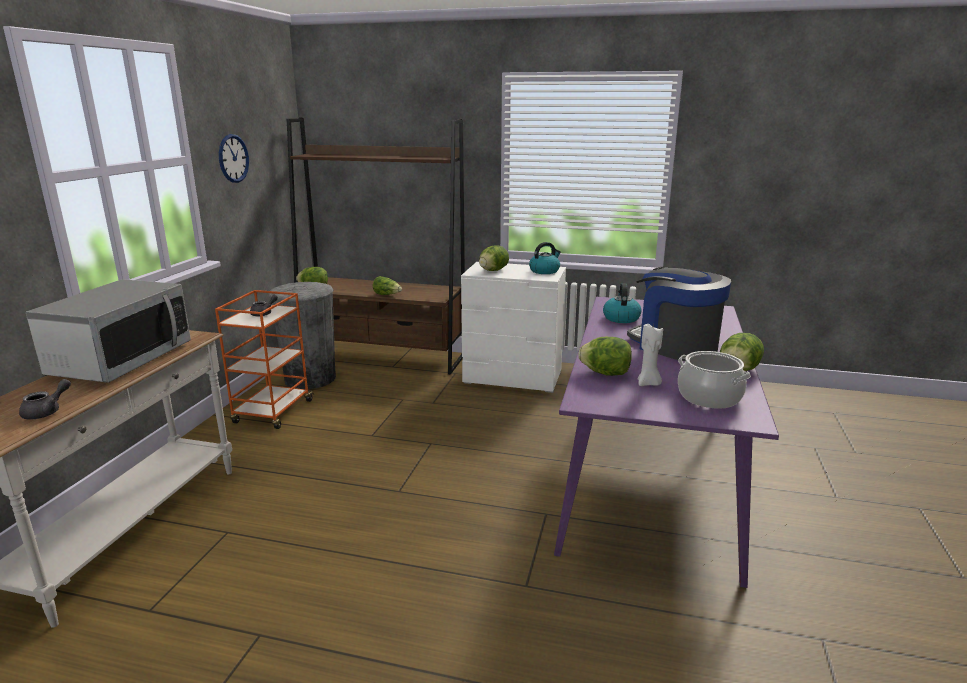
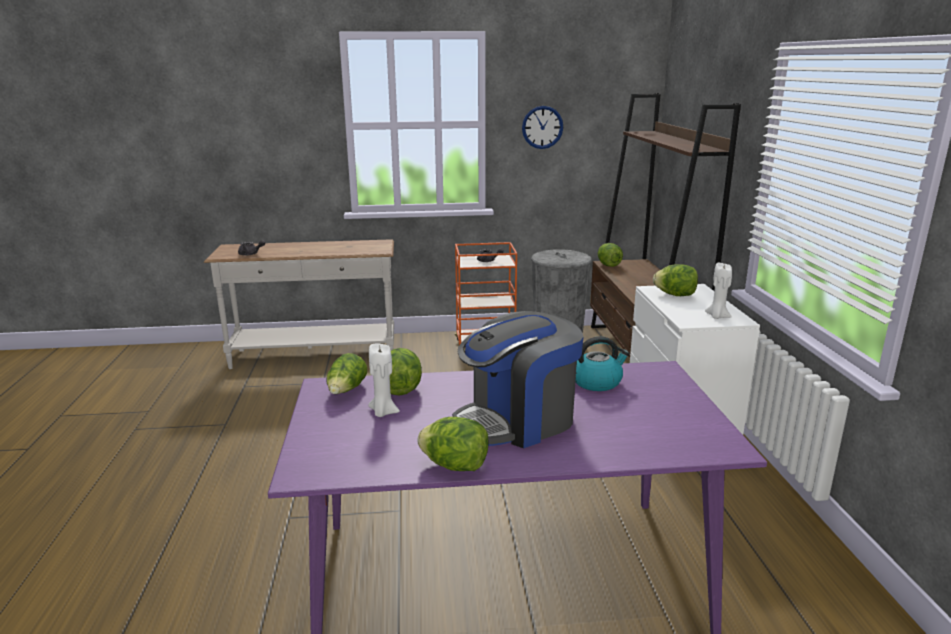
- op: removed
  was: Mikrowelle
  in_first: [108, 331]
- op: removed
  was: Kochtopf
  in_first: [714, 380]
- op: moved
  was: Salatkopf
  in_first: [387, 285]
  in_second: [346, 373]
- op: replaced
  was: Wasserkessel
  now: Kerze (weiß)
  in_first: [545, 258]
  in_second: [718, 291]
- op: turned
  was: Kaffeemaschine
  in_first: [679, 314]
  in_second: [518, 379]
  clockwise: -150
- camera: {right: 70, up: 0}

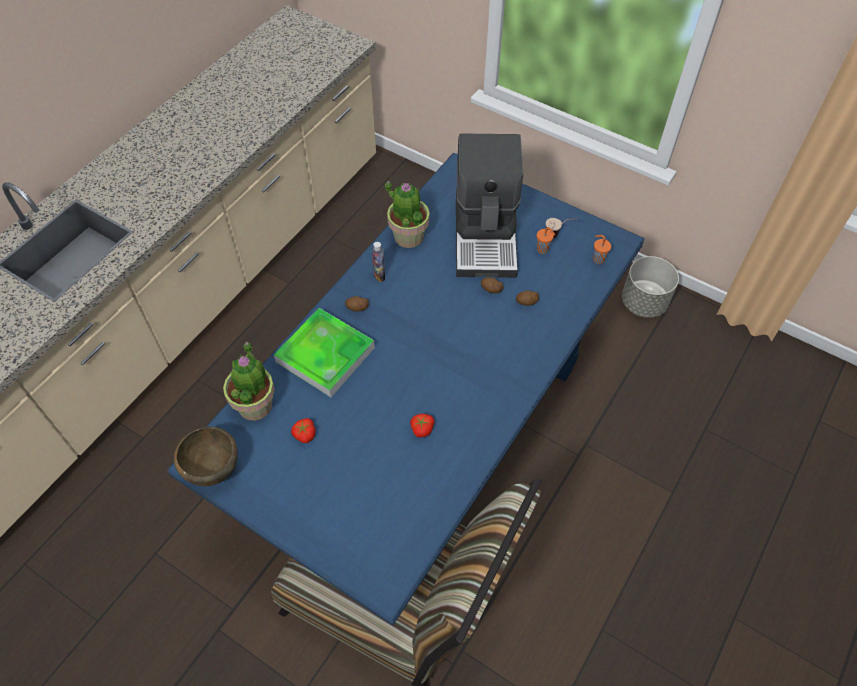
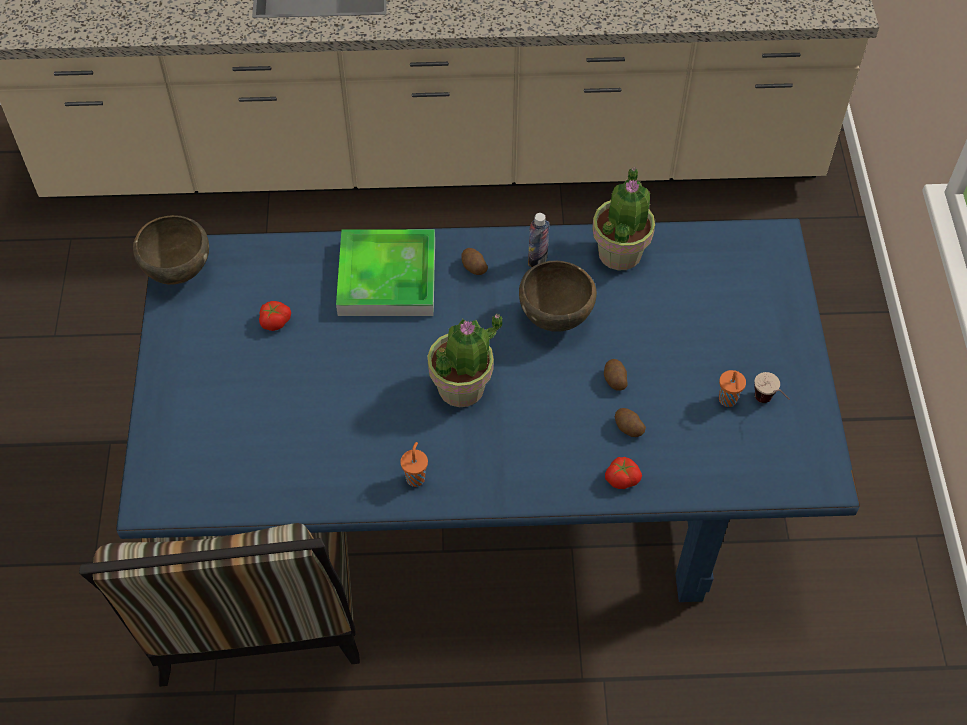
- op: removed
  was: Kaffeemaschine
  in_first: [489, 206]
- op: removed
  was: Pflanzkübel (grau)
  in_first: [650, 287]
- op: added
  now: Schüssel (braun)
  in_second: [558, 296]
- op: moved
  was: Topfpflanze
  in_first: [249, 381]
  in_second: [465, 360]
- op: moved
  was: Tomate
  in_first: [422, 425]
  in_second: [623, 473]
- op: moved
  was: Tasse (orange)
  in_first: [602, 249]
  in_second: [414, 464]
- camera: {right: 55, up: 0}

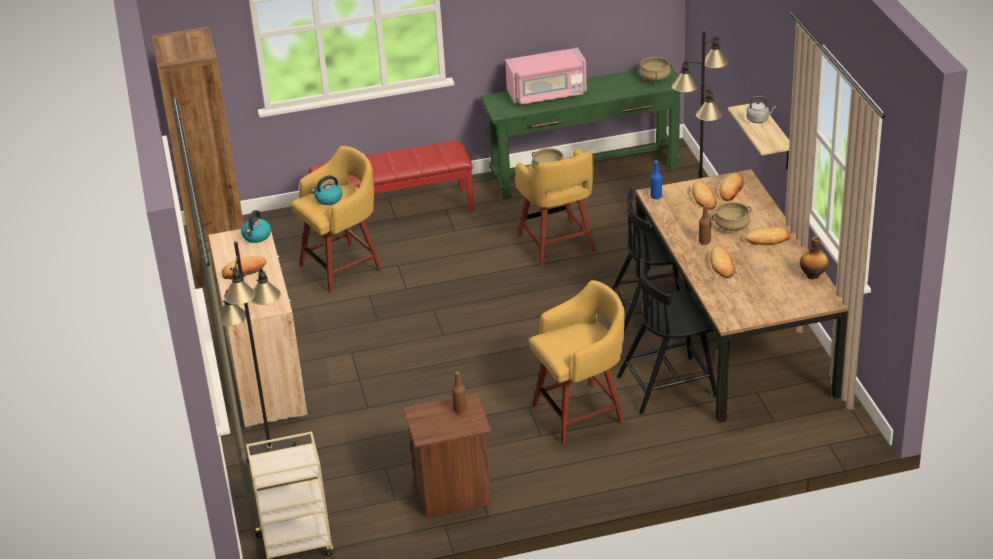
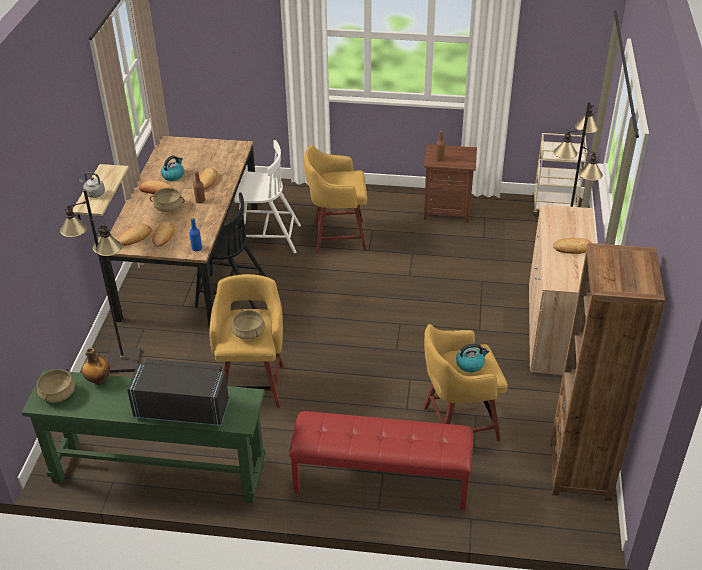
- op: moved
  was: Wasserkessel
  in_first: [256, 226]
  in_second: [172, 168]
- op: moved
  was: Flasche
  in_first: [814, 258]
  in_second: [96, 366]
- op: recoloured
  was: Mikrowelle (rosa)
  now: Mikrowelle (schwarz)
  in_first: [546, 76]
  in_second: [178, 392]
- op: recoloured
  was: Stuhl (schwarz)
  now: Stuhl (weiß)
  in_first: [667, 336]
  in_second: [267, 196]
- camera: {right: -160, up: 5}

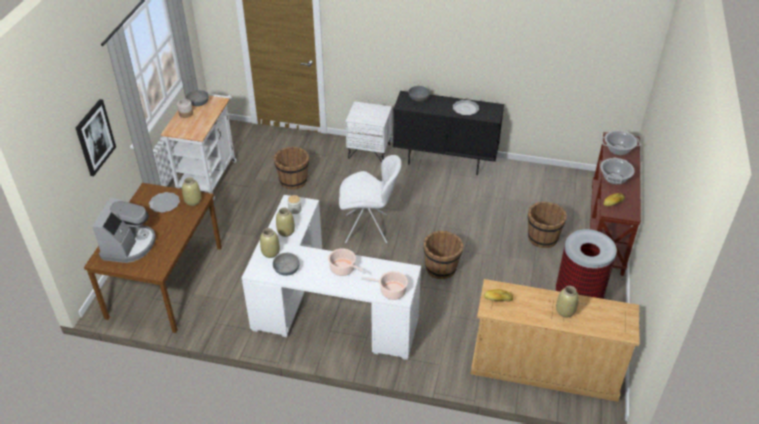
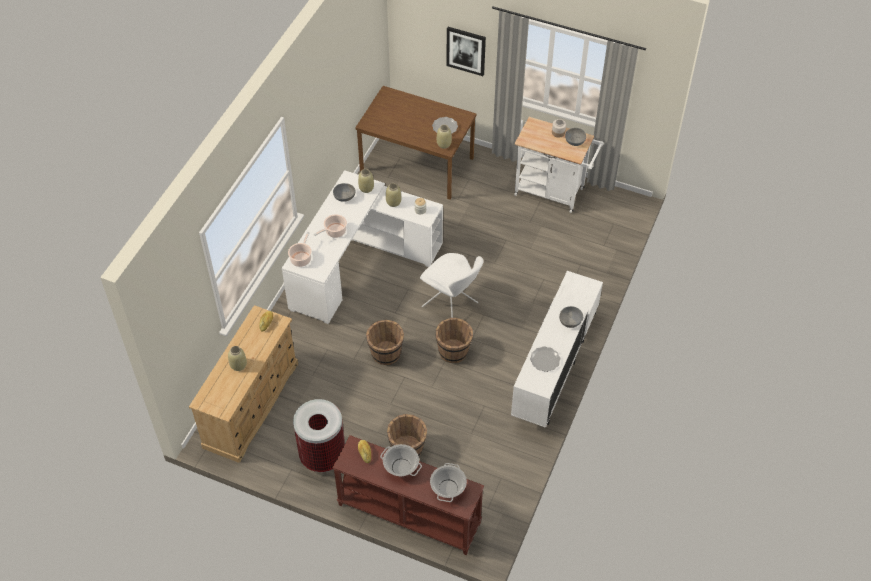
- op: removed
  was: Kaffeemaschine
  in_first: [124, 230]
- op: moved
  was: Eimer (braun)
  in_first: [291, 168]
  in_second: [454, 340]
- op: recoloured
  was: Schrank (schwarz)
  now: Schrank (weiß)
  in_first: [448, 133]
  in_second: [550, 362]
- op: turned
  was: Stuhl (weiß)
  in_first: [370, 199]
  in_second: [452, 285]
  clockwise: -60
- camera: {right: 100, up: 10}

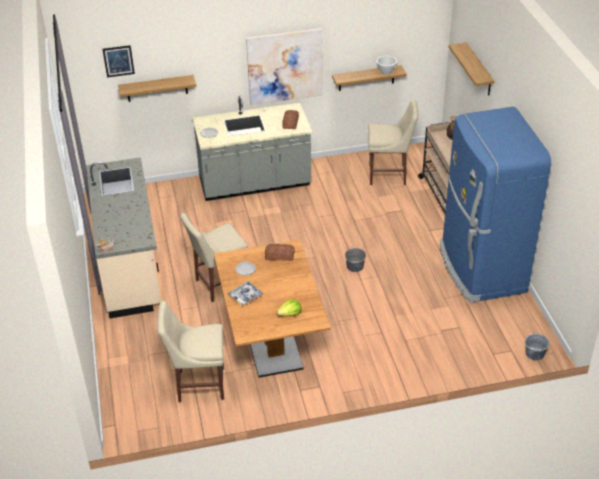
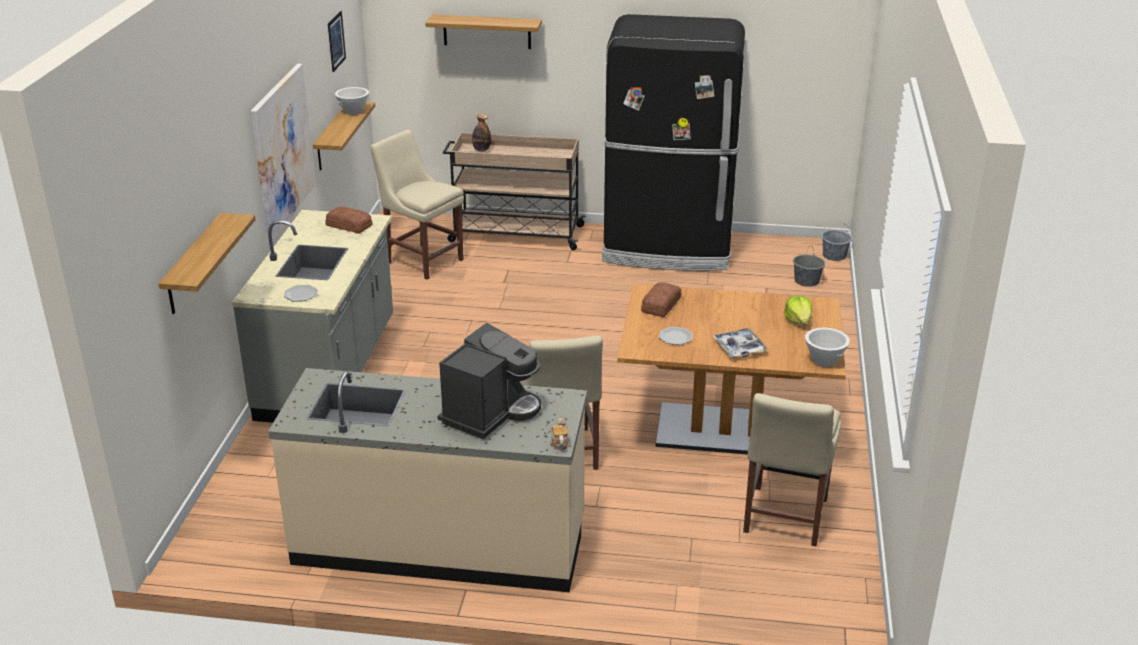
- op: added
  now: Kaffeemaschine
  in_second: [489, 381]
- op: added
  now: Schüssel (weiß)
  in_second: [827, 347]
- op: moved
  was: Bild
  in_first: [118, 61]
  in_second: [337, 41]
- op: moved
  was: Eimer (grau)
  in_first: [355, 259]
  in_second: [809, 266]
- op: recoloured
  was: Kühlschrank (blau)
  now: Kühlschrank (schwarz)
  in_first: [495, 205]
  in_second: [673, 142]
- op: turned
  was: Stuhl (beige)
  in_first: [393, 142]
  in_second: [417, 205]
  clockwise: -75
- camera: {right: -70, up: -10}

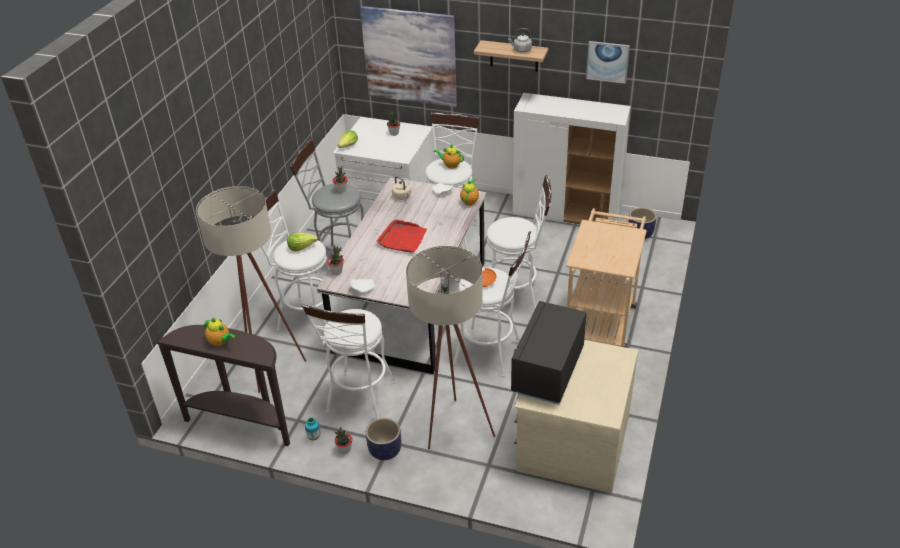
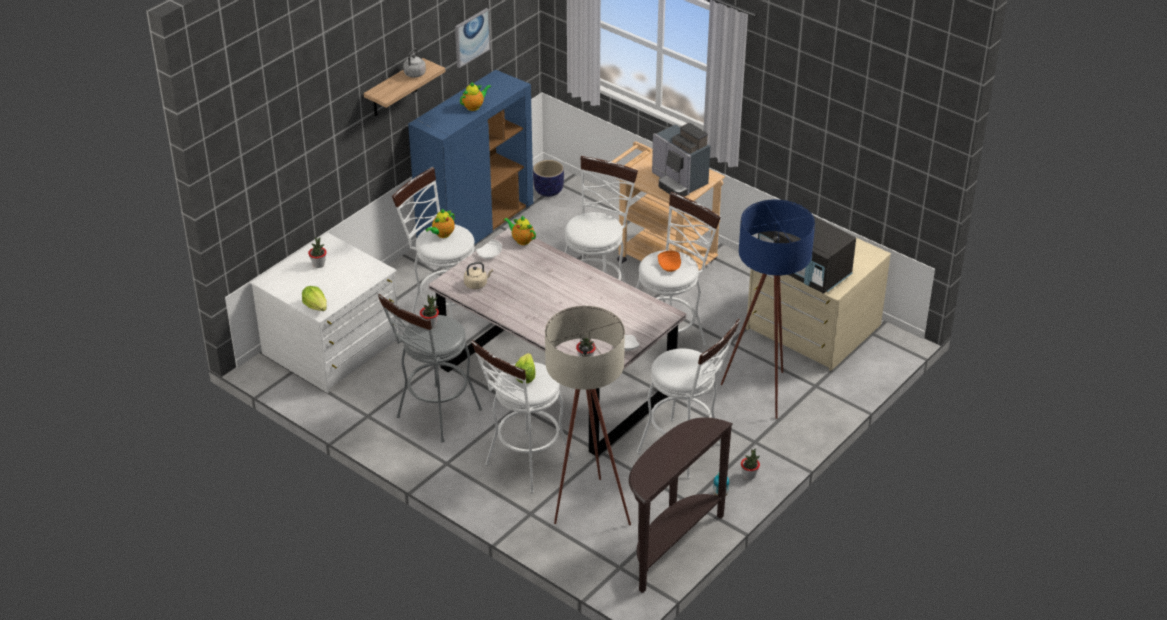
- op: removed
  was: Bild
  in_first: [408, 56]
- op: removed
  was: Pflanzkübel
  in_first: [383, 439]
- op: removed
  was: Tablett (rot)
  in_first: [402, 236]
- op: added
  now: Kaffeemaschine
  in_second: [681, 160]
- op: moved
  was: Teekanne
  in_first: [219, 332]
  in_second: [475, 96]
- op: recoloured
  was: Stehlampe (beige)
  now: Stehlampe (blau)
  in_first: [450, 347]
  in_second: [768, 309]
- op: recoloured
  was: Schrank (weiß)
  now: Schrank (blau)
  in_first: [571, 158]
  in_second: [470, 157]
- camera: {right: -70, up: 0}

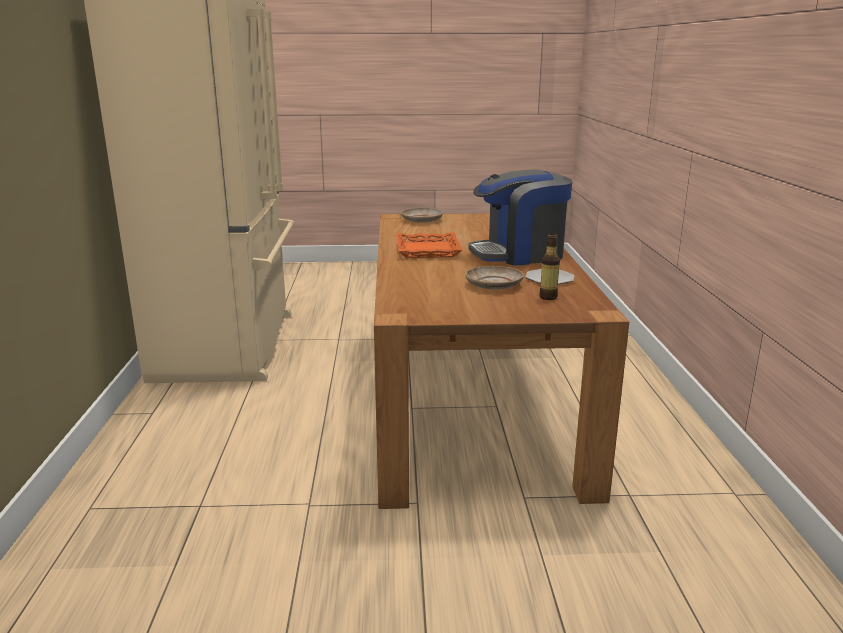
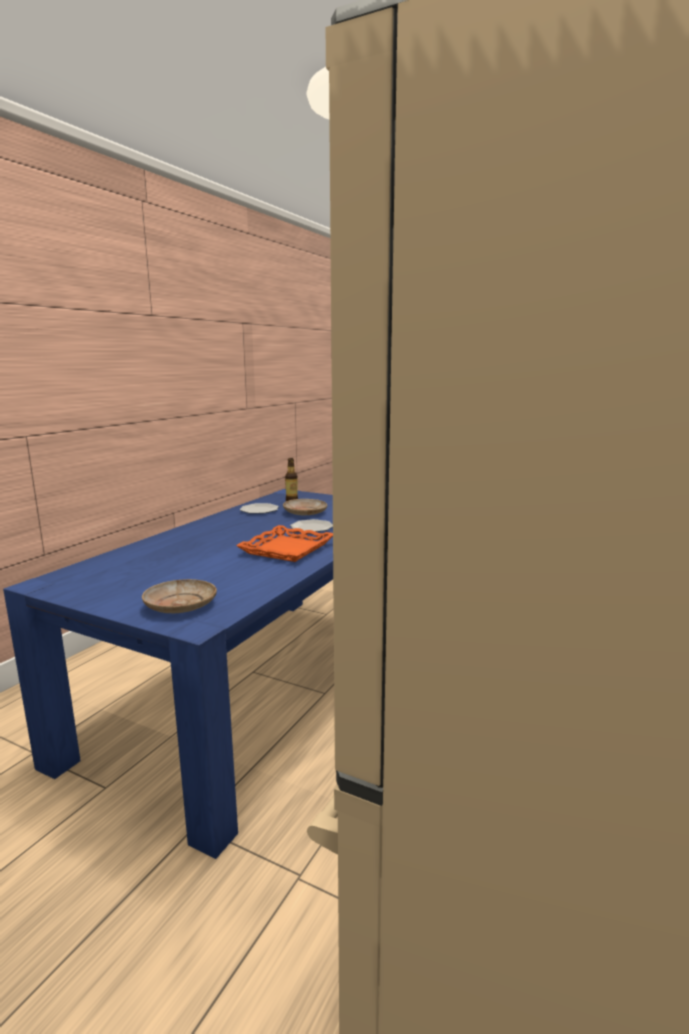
- op: removed
  was: Kaffeemaschine
  in_first: [520, 217]
- op: added
  now: Teller
  in_second: [311, 525]
- op: recoloured
  was: Esstisch (braun)
  now: Esstisch (blau)
  in_first: [501, 361]
  in_second: [168, 674]
- camera: {right: -150, up: -5}

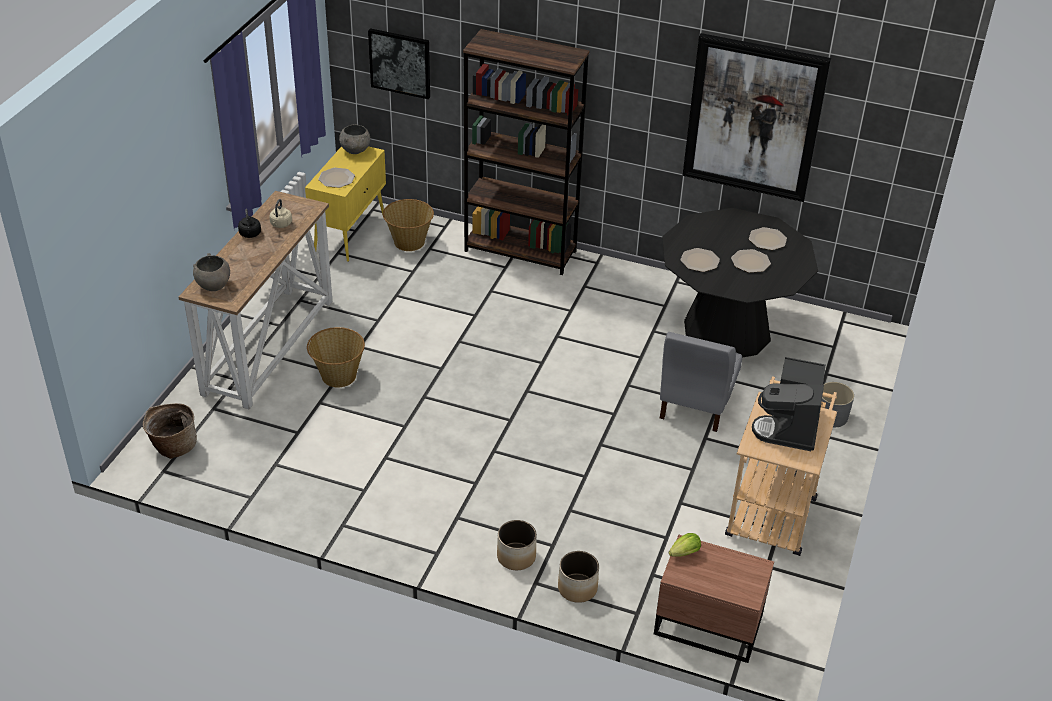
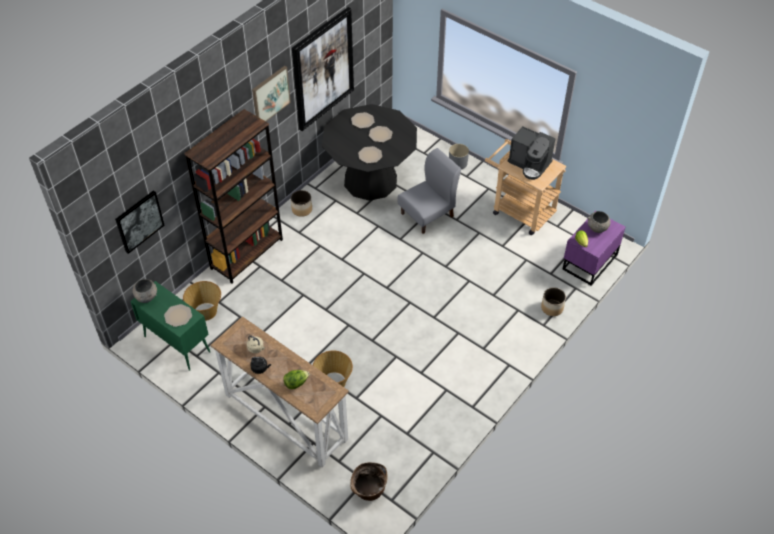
- op: added
  now: Bild
  in_second: [271, 93]
- op: added
  now: Salatkopf
  in_second: [296, 379]
- op: moved
  was: Schüssel (grau)
  in_first: [211, 272]
  in_second: [598, 222]
- op: moved
  was: Pflanzkübel
  in_first: [517, 545]
  in_second: [301, 203]
- op: recoloured
  was: Schrank (gelb)
  now: Schrank (grün)
  in_first: [345, 204]
  in_second: [170, 326]
- op: recoloured
  was: Nachttisch (braun)
  now: Nachttisch (lila)
  in_first: [714, 598]
  in_second: [594, 248]
- op: turned
  was: Stuhl (grau)
  in_first: [701, 382]
  in_second: [429, 191]
  clockwise: -75
- camera: {right: -70, up: 10}

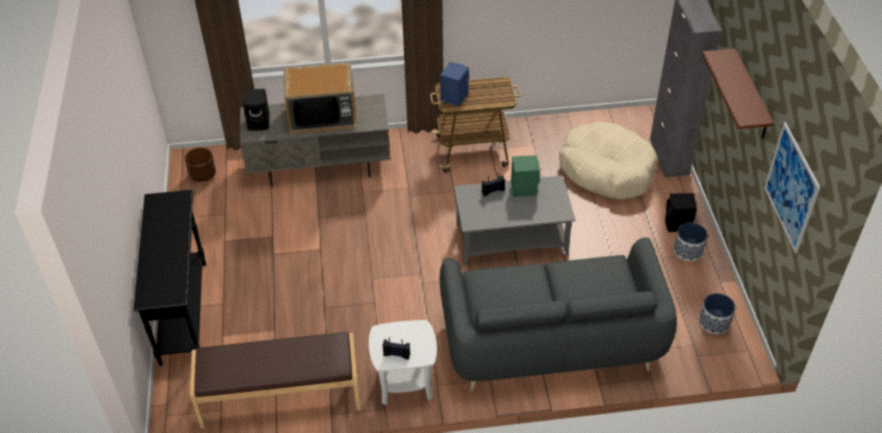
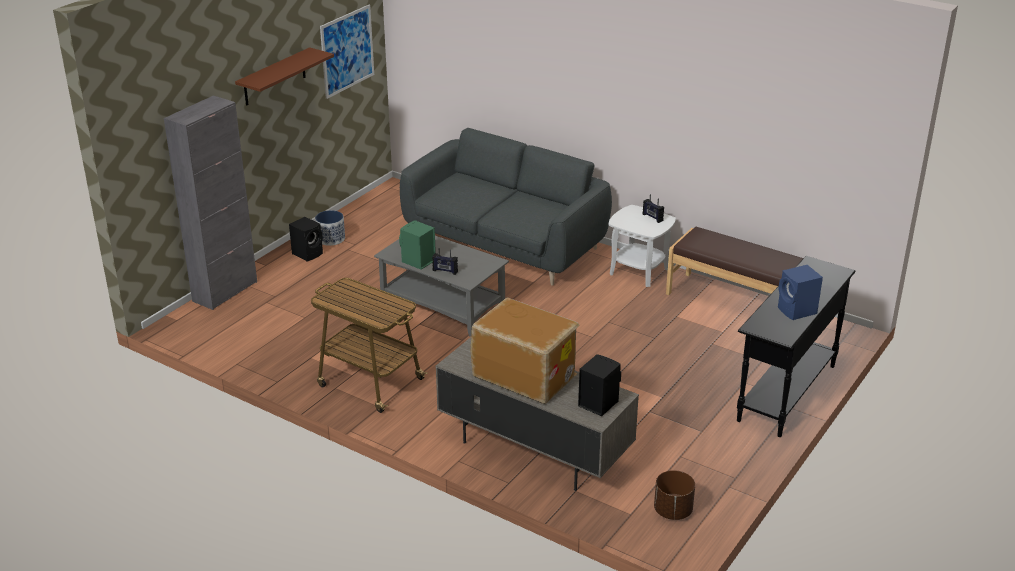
- op: removed
  was: Hundebett (beige)
  in_first: [608, 161]
- op: removed
  was: Pflanzkübel
  in_first: [717, 313]
- op: moved
  was: Lautsprecher (blau)
  in_first: [454, 84]
  in_second: [800, 292]
- camera: {right: -140, up: -15}

